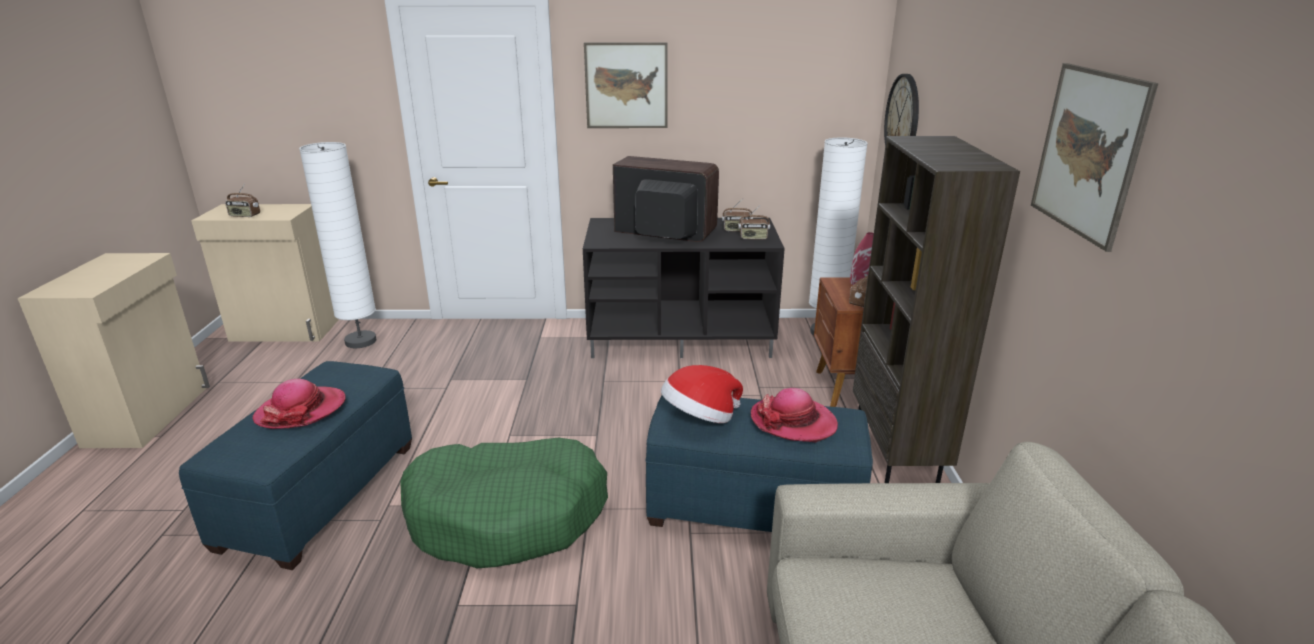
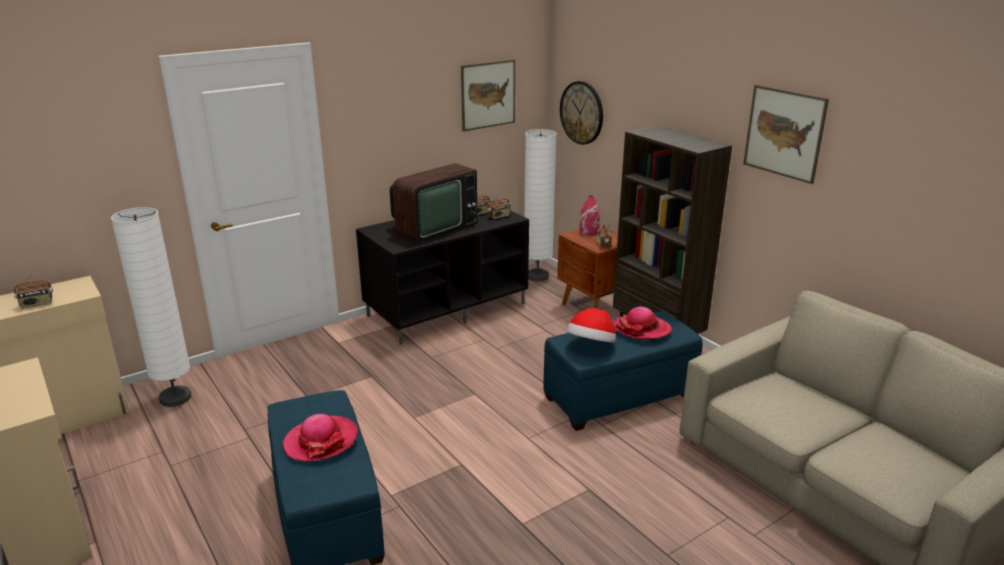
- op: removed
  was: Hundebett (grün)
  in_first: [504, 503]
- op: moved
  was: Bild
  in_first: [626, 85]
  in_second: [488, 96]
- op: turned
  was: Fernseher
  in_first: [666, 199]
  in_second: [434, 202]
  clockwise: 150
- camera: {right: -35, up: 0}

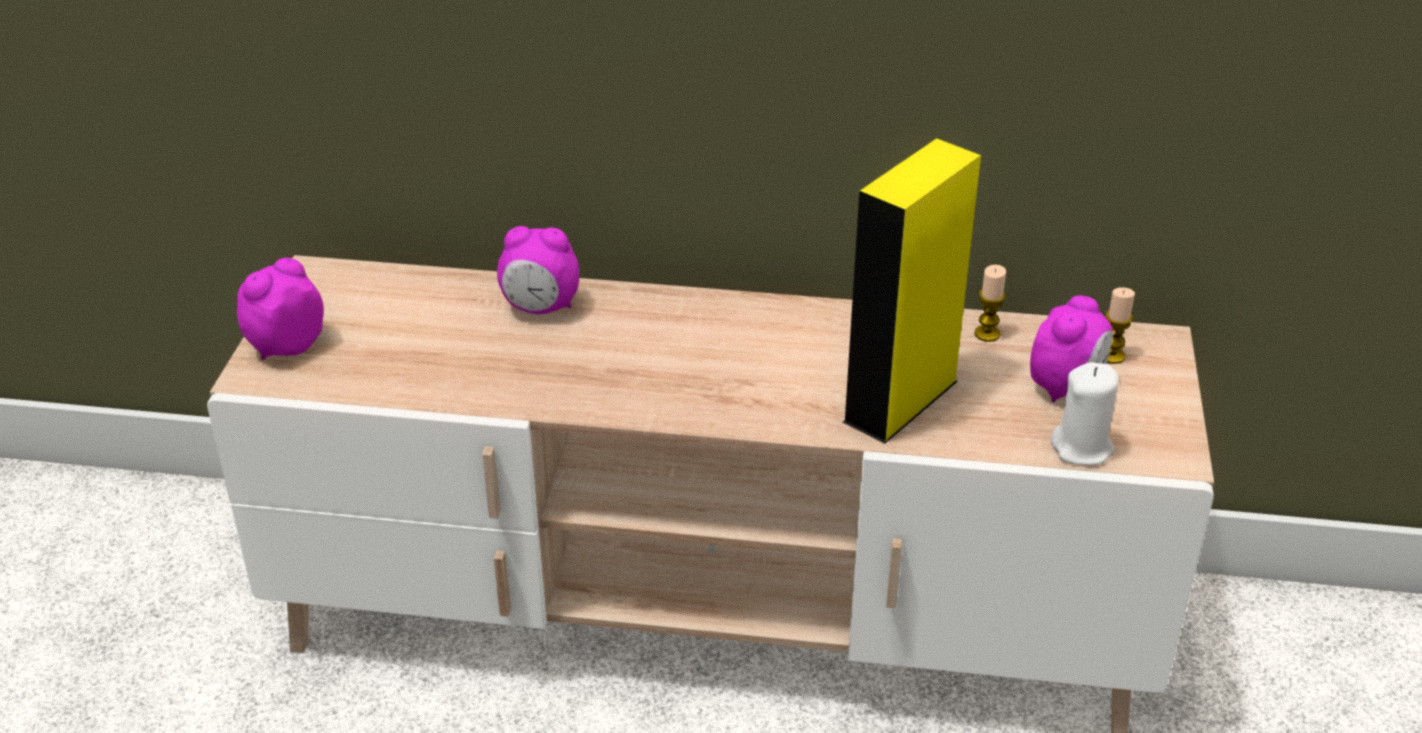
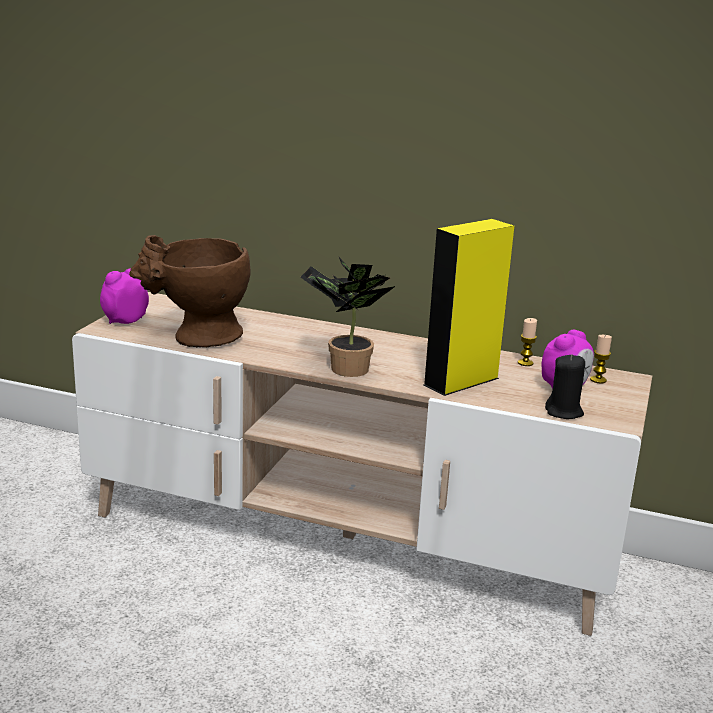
- op: removed
  was: Wecker
  in_first: [538, 270]
- op: added
  now: Vase (braun)
  in_second: [189, 291]
- op: added
  now: Topfpflanze
  in_second: [348, 317]
- op: recoloured
  was: Kerze (weiß)
  now: Kerze (schwarz)
  in_first: [1085, 414]
  in_second: [565, 386]
- camera: {right: 10, up: -15}

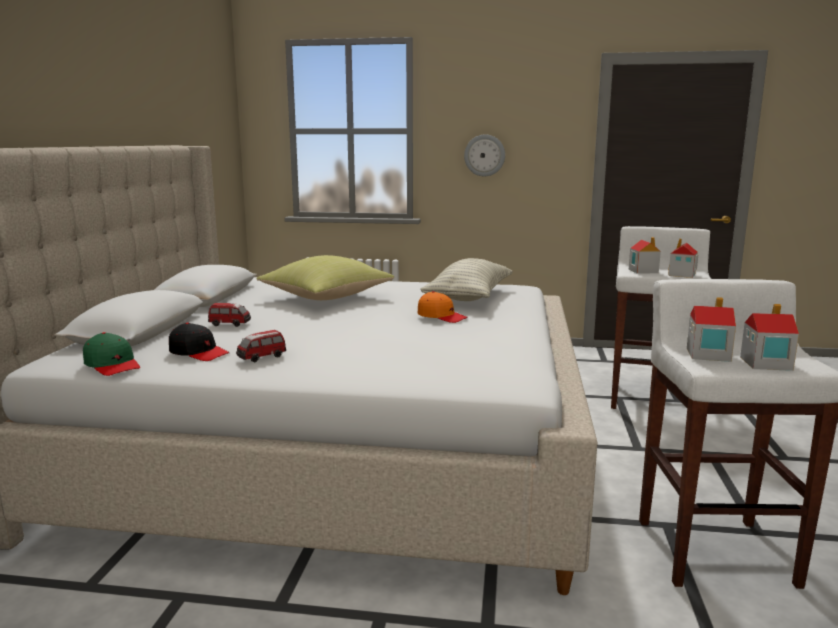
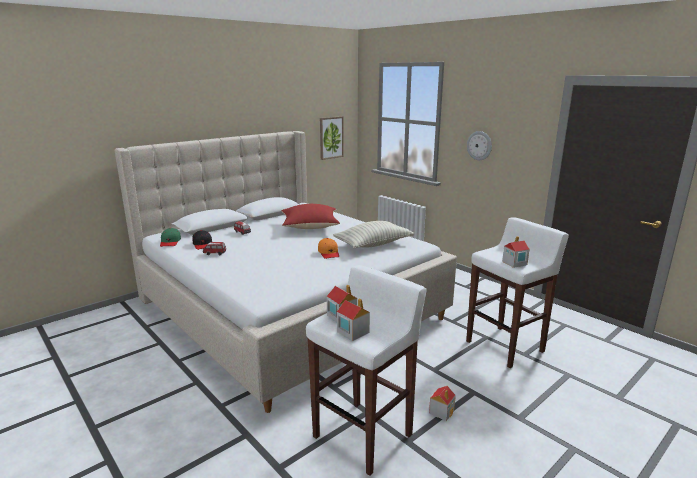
- op: added
  now: Bild
  in_second: [332, 138]
- op: moved
  was: Spielzeughaus
  in_first: [645, 255]
  in_second: [442, 403]
- op: recoloured
  was: Kissen (gelb)
  now: Kissen (rot)
  in_first: [325, 277]
  in_second: [310, 216]
- camera: {right: 40, up: 5}

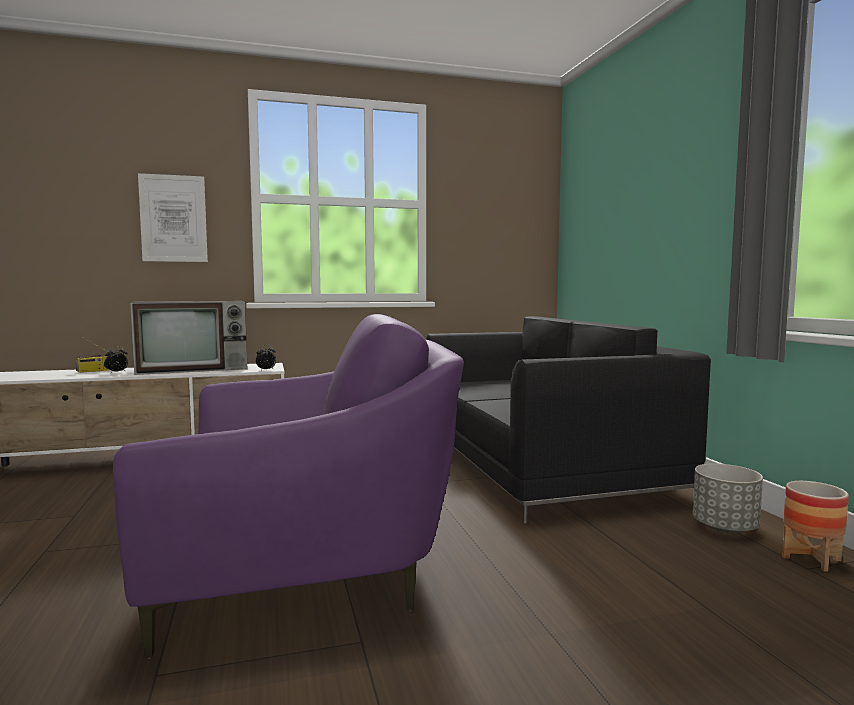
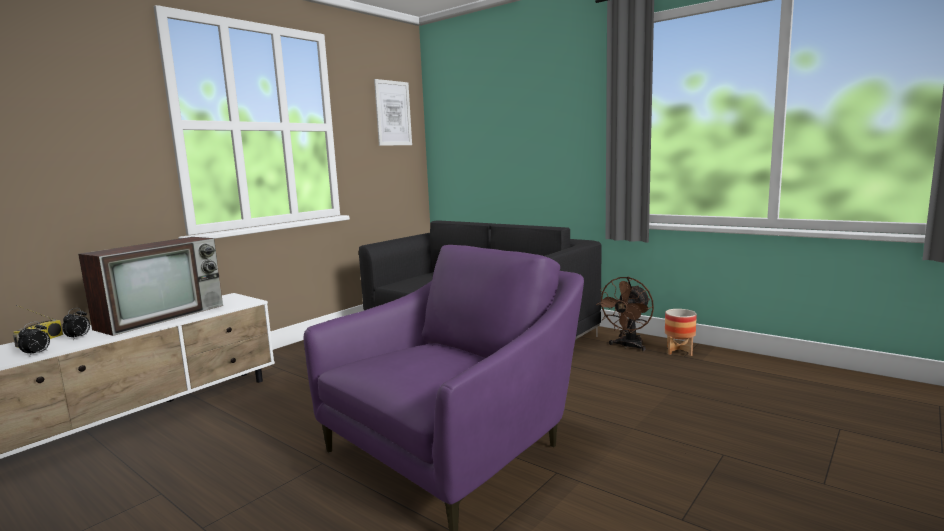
- op: moved
  was: Bild
  in_first: [173, 217]
  in_second: [393, 112]
- op: moved
  was: Wecker
  in_first: [266, 357]
  in_second: [34, 338]
- op: replaced
  was: Pflanzkübel (grau)
  now: Ventilator (braun)
  in_first: [728, 498]
  in_second: [625, 314]
- camera: {right: -35, up: 5}

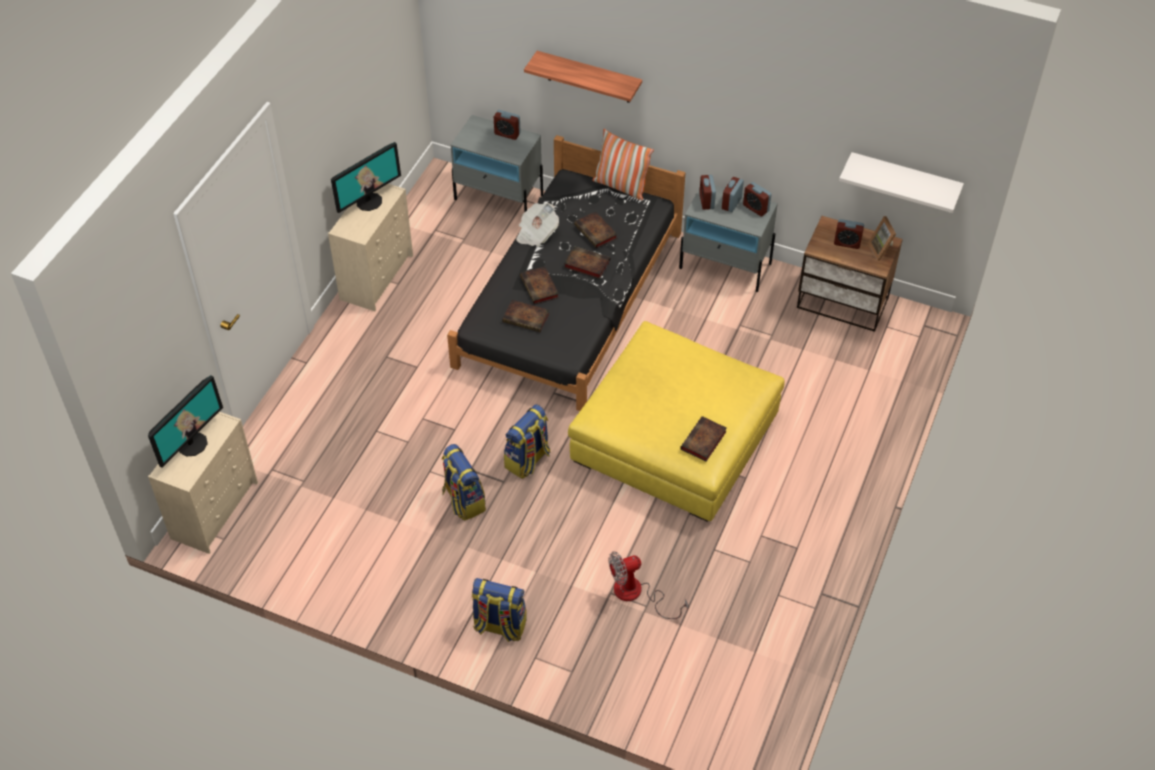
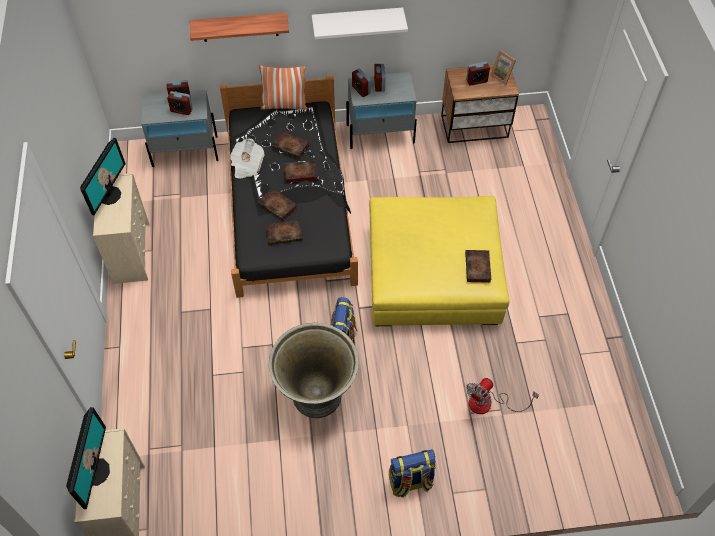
- op: moved
  was: Wecker
  in_first: [757, 199]
  in_second: [180, 103]
- op: moved
  was: Wandregal (weiß)
  in_first: [901, 182]
  in_second: [360, 23]
- op: replaced
  was: Rucksack
  now: Pflanzkübel (grau)
  in_first: [464, 482]
  in_second: [314, 370]
- camera: {right: -30, up: 5}

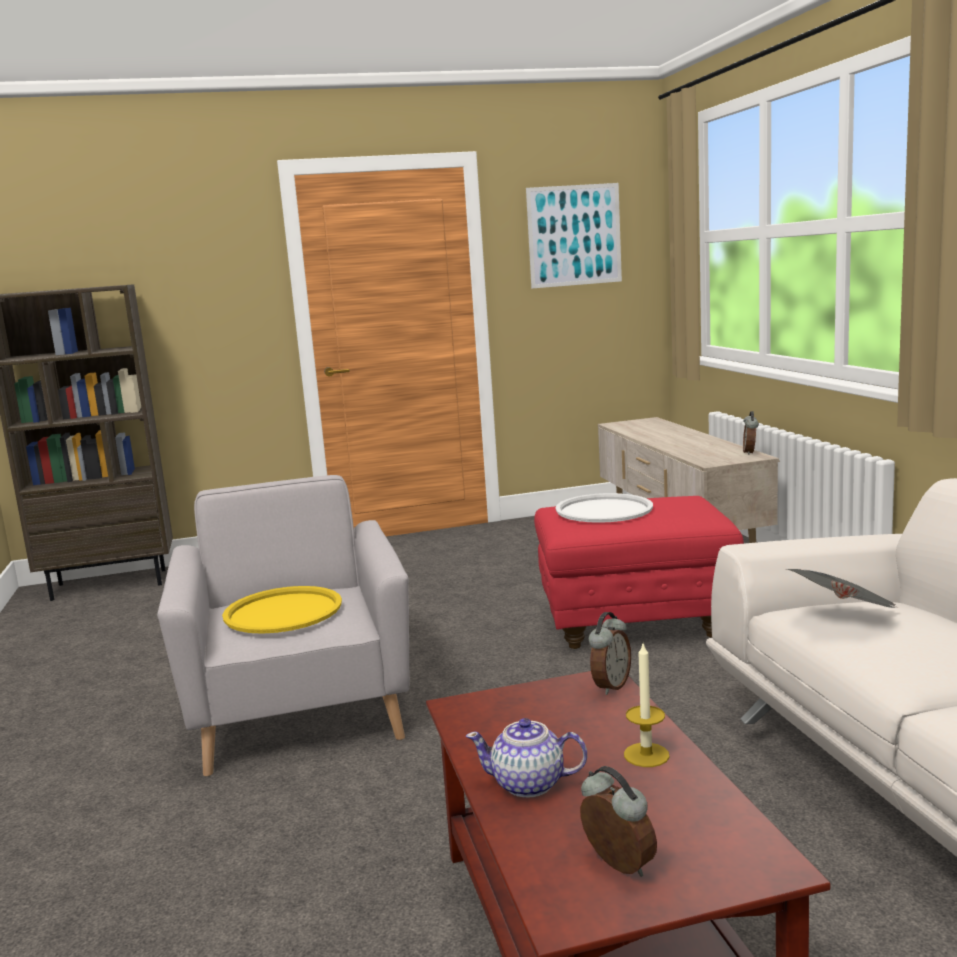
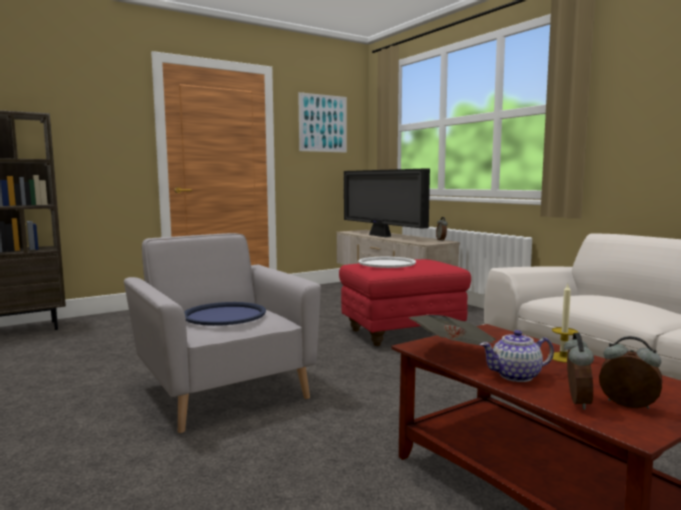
- op: added
  now: Fernseher
  in_second: [387, 203]
- op: moved
  was: Wecker
  in_first: [610, 653]
  in_second: [579, 371]
- op: moved
  was: Zeitung
  in_first: [843, 588]
  in_second: [452, 330]
- op: recoloured
  was: Tablett (gelb)
  now: Tablett (blau)
  in_first: [282, 610]
  in_second: [225, 314]
- camera: {right: -20, up: -5}

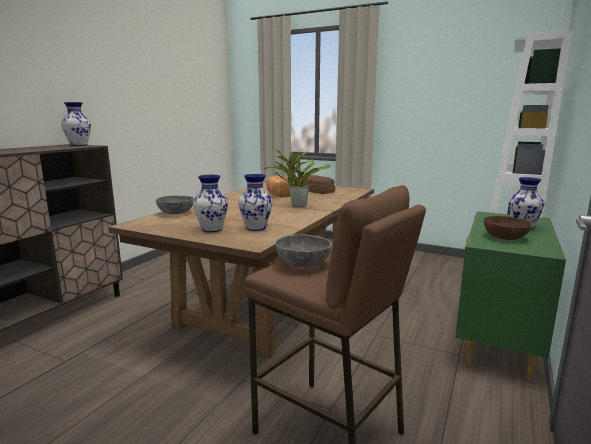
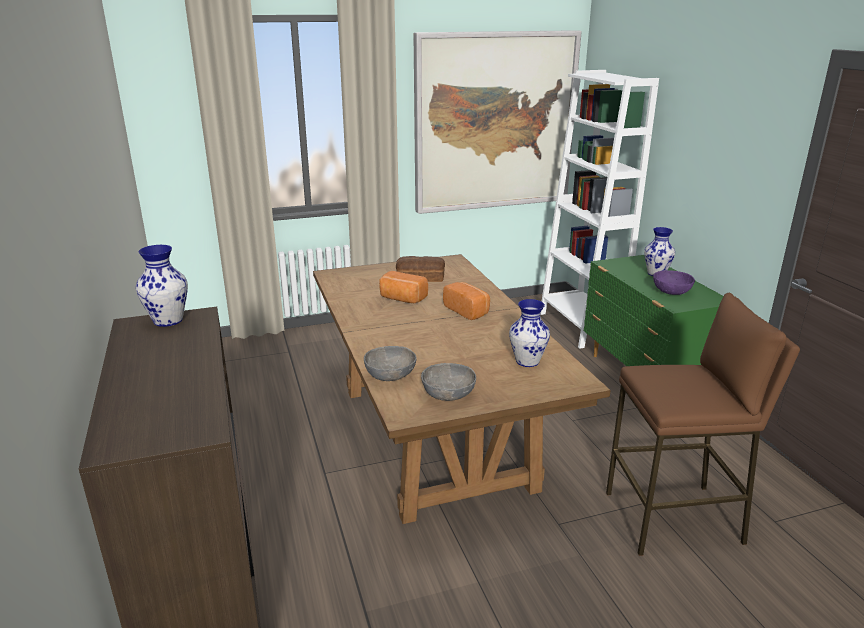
- op: removed
  was: Vase
  in_first: [210, 203]
- op: added
  now: Bild
  in_second: [497, 122]
- op: moved
  was: Schüssel (grau)
  in_first: [303, 250]
  in_second: [448, 382]
- op: replaced
  was: Topfpflanze
  now: Brot
  in_first: [296, 177]
  in_second: [466, 301]
- op: recoloured
  was: Schüssel (braun)
  now: Schüssel (lila)
  in_first: [508, 227]
  in_second: [674, 282]
- camera: {right: -45, up: 10}

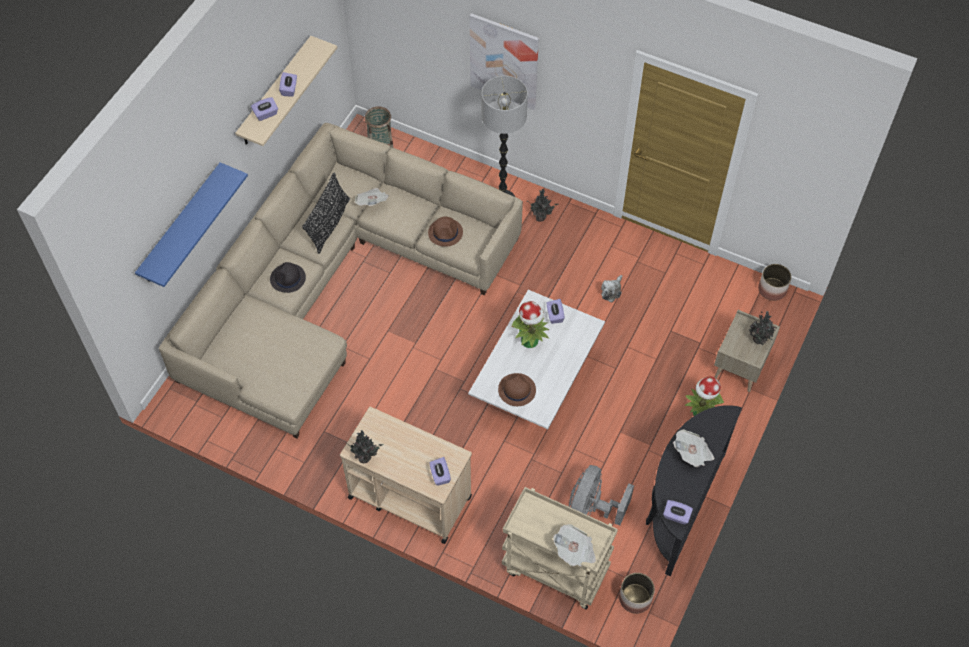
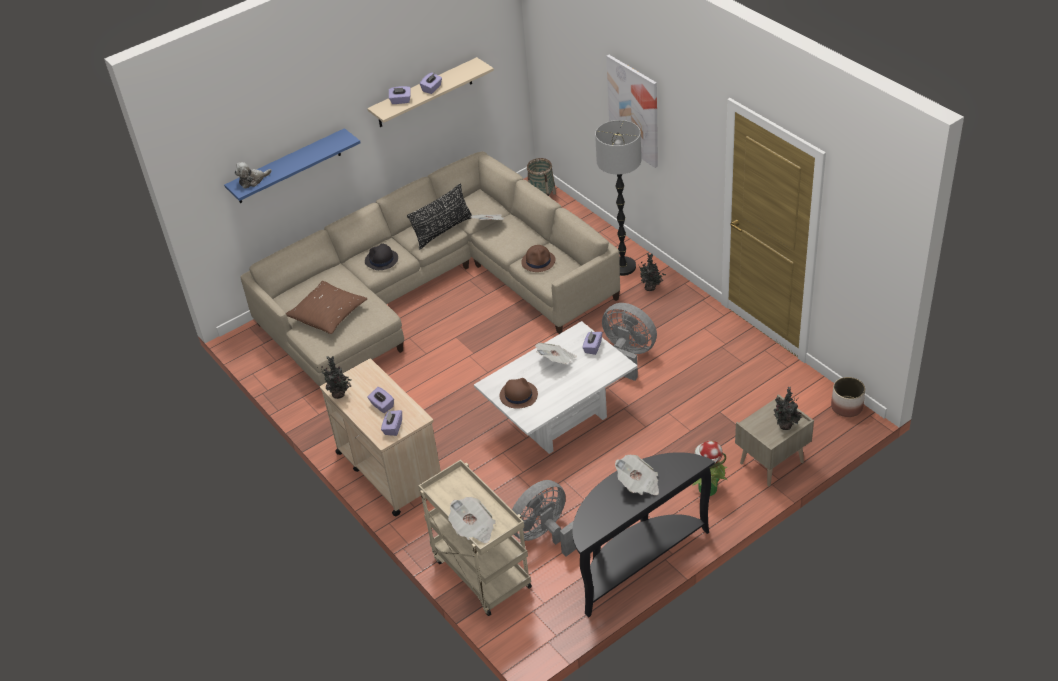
- op: removed
  was: Pflanzkübel
  in_first: [637, 593]
- op: added
  now: Kissen (braun)
  in_second: [327, 307]
- op: added
  now: Ventilator (grau)
  in_second: [629, 342]
- op: moved
  was: Plüschtier
  in_first: [612, 289]
  in_second: [253, 175]
- op: moved
  was: Taschentuchbox (lila)
  in_first: [678, 512]
  in_second: [380, 400]
- op: replaced
  was: Topfpflanze
  now: Zeitung
  in_first: [530, 324]
  in_second: [556, 353]
- camera: {right: 30, up: -15}

